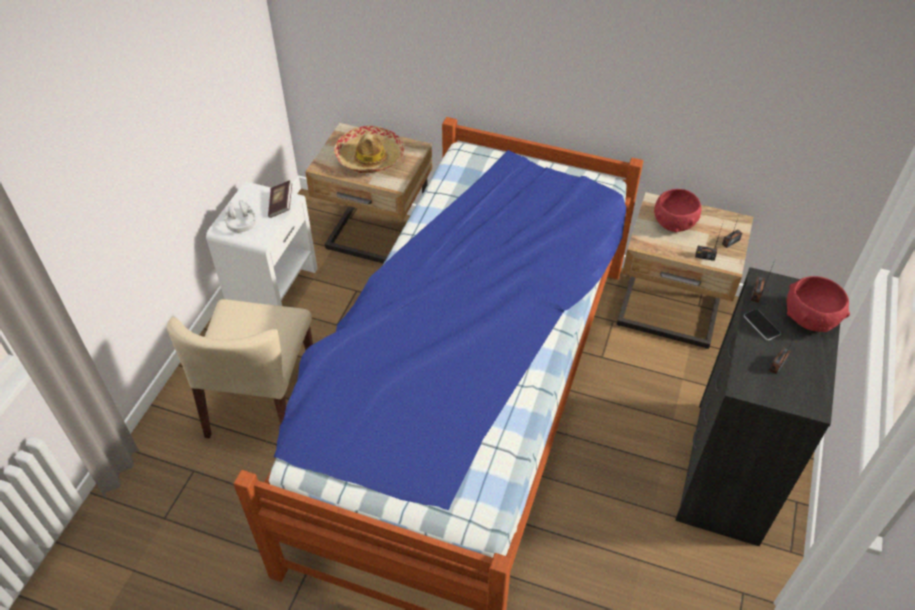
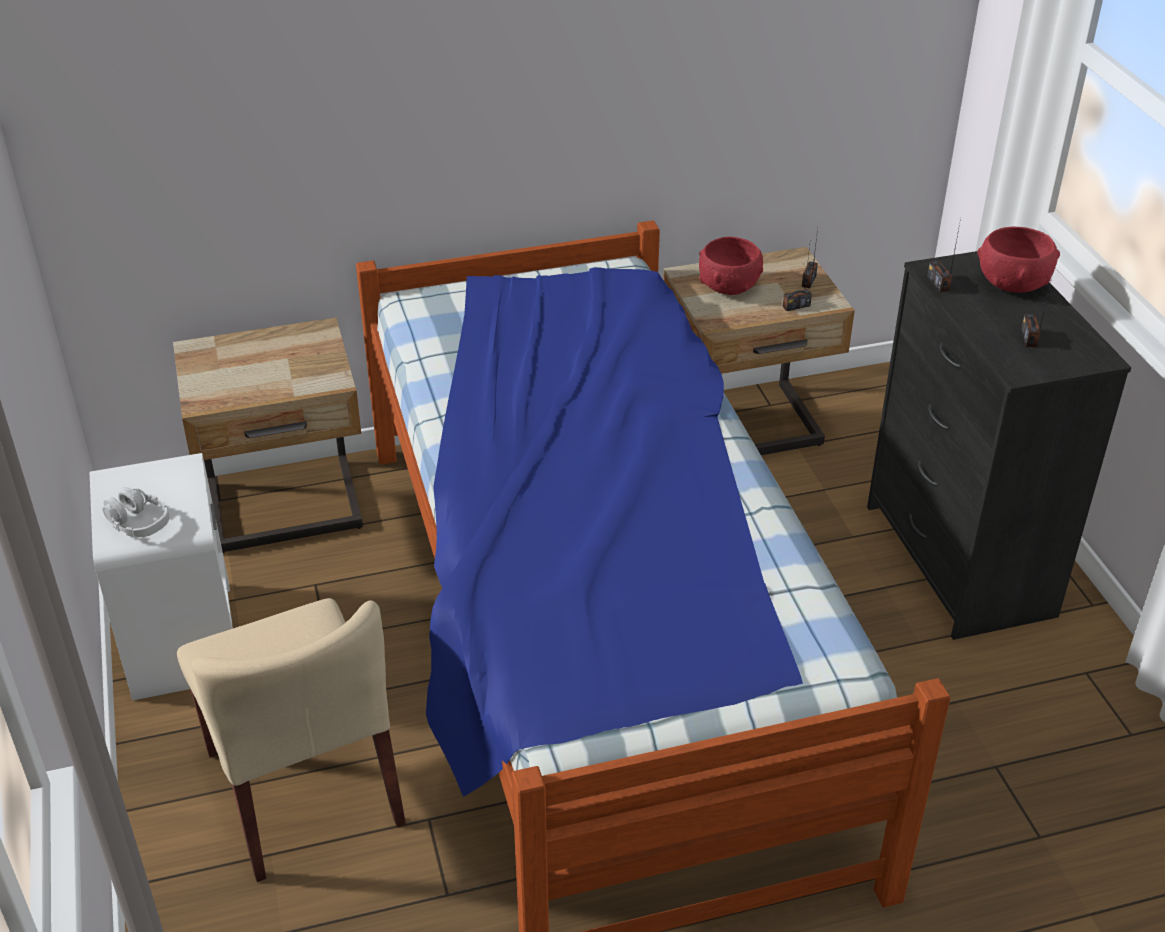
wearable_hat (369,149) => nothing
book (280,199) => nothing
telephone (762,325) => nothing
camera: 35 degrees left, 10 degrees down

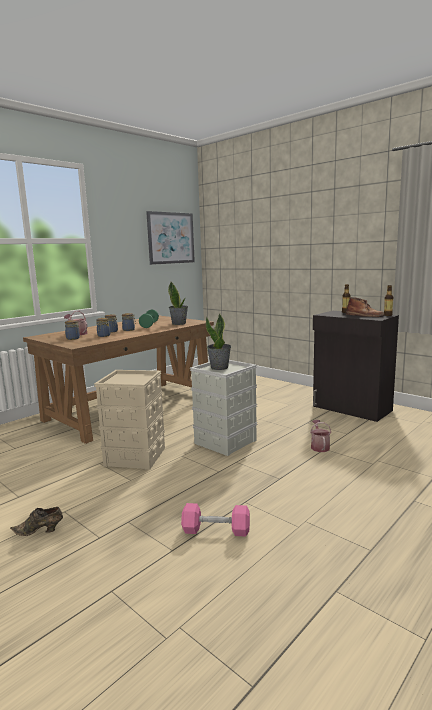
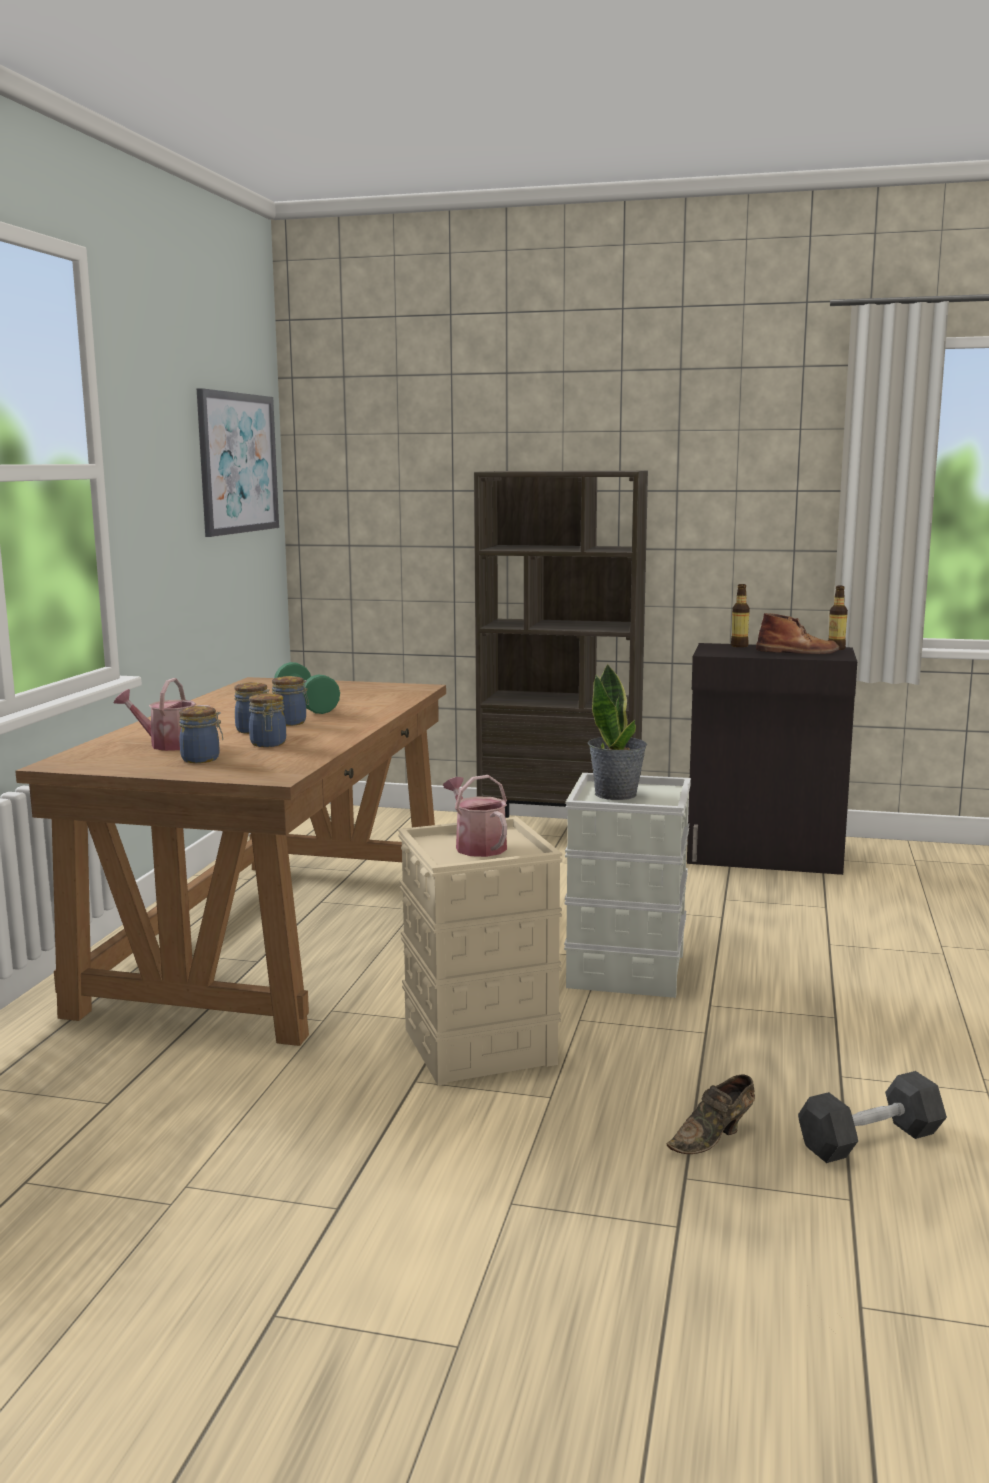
plant_in_a_pot (178,303) => nothing
sprinkling_can (320,436) => sprinkling_can (475,816), relocated
pinkish_dumbbell (215,520) => blackish_dumbbell (872,1117)
brown_shoe (36,521) => brown_shoe (710,1114), relocated
nothing => brown_shelving_unit (561,644)
camera: 30 degrees left, 0 degrees up

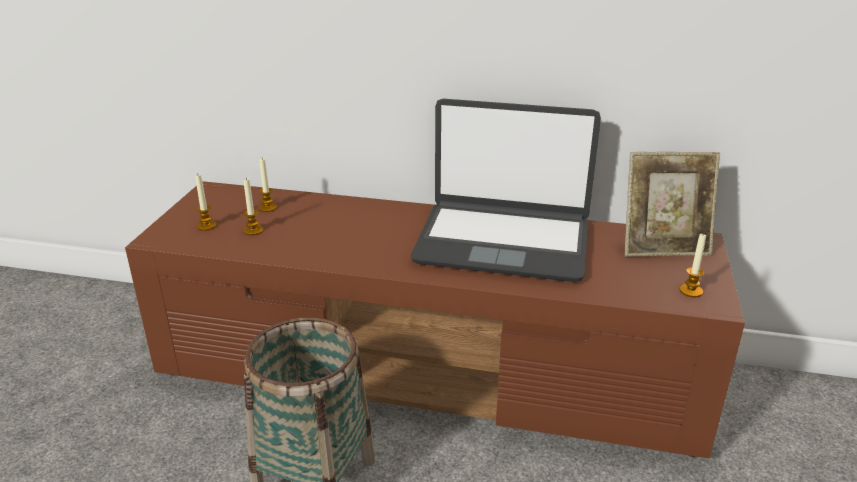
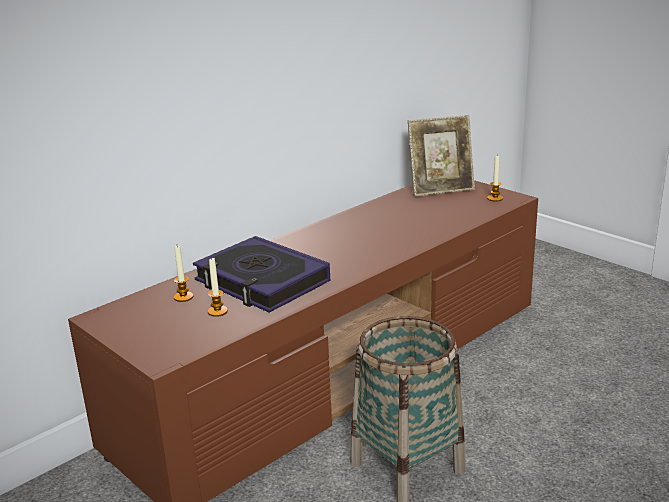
laptop (506,190) => nothing
picture_frame (672,204) => picture_frame (441,156), 45 degrees clockwise
wax_light (206,203) => nothing
nothing => book (261,274)
camera: 55 degrees left, 5 degrees down

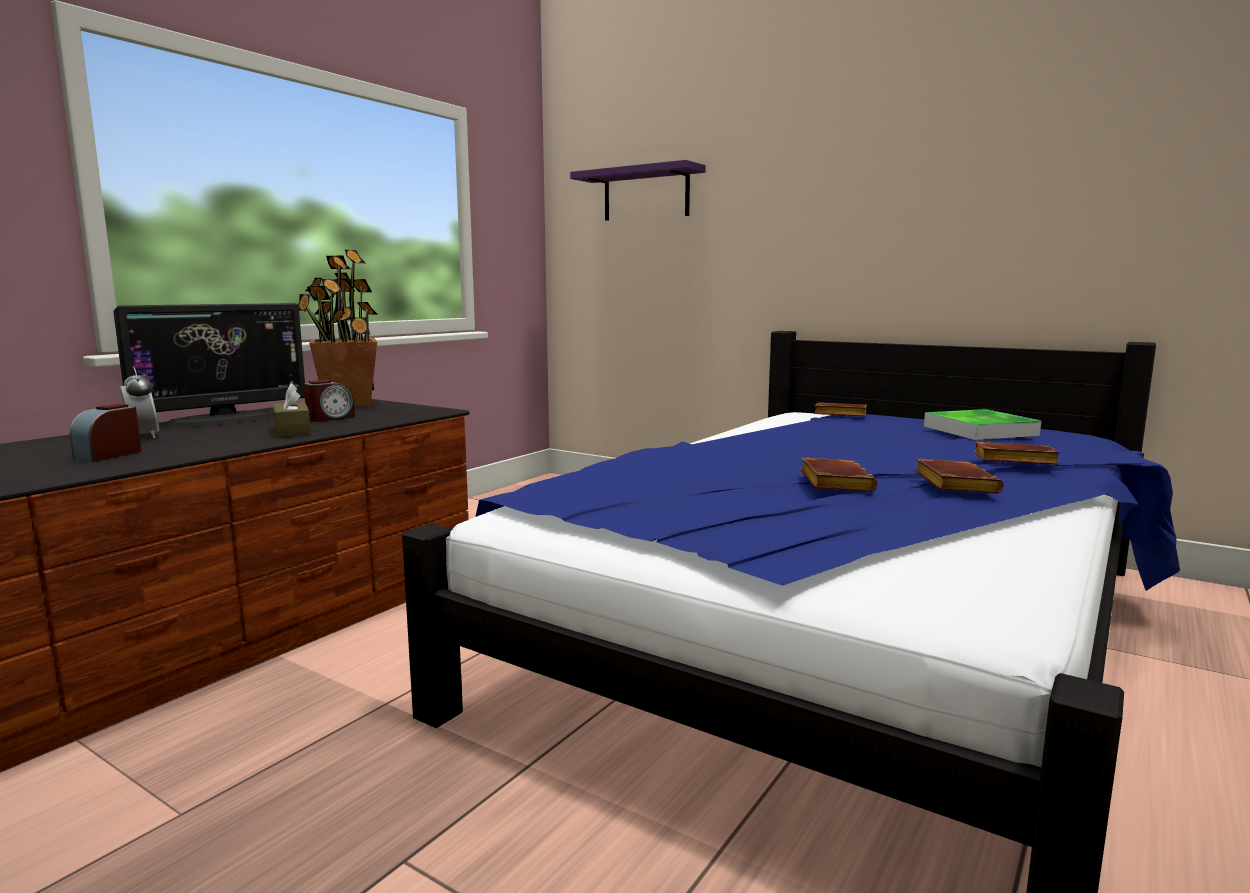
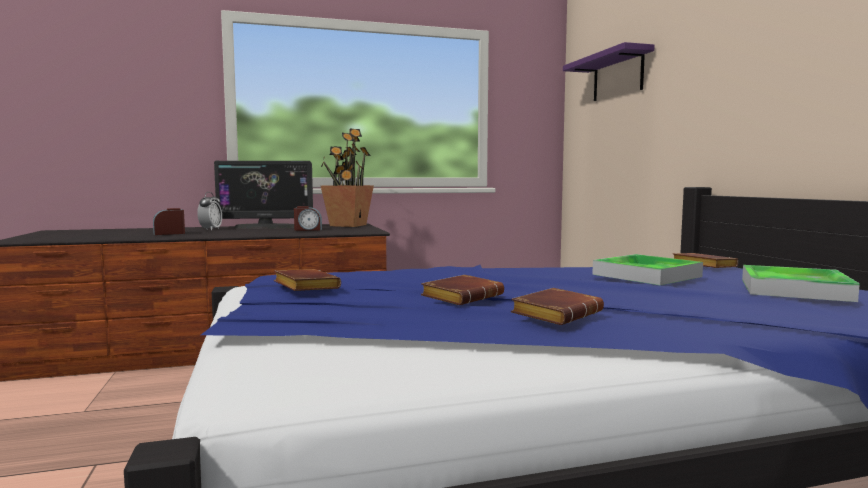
brown_box_of_tissues (292,410) => nothing
brown_book (1017,453) => brown_book (307,280), relocated
nothing => tray (647,269)
camera: 40 degrees right, 5 degrees down

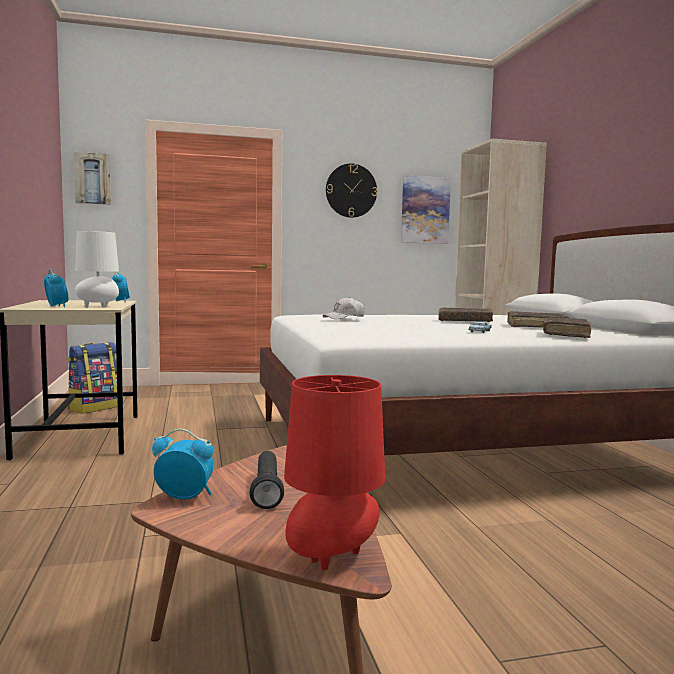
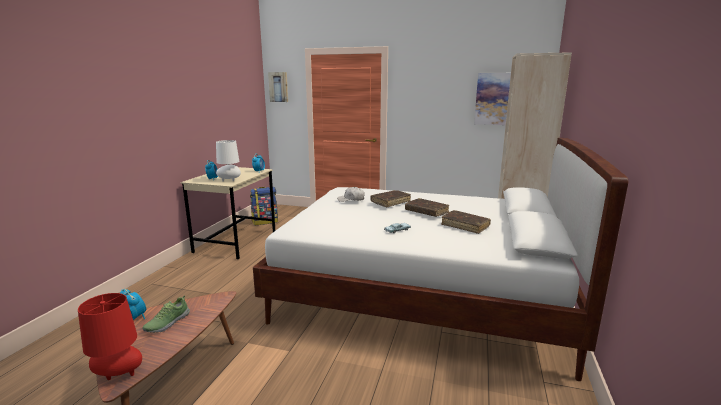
wall_clock (351,190) => nothing
brown_book (567,327) => brown_book (390,198), relocated
blackish_flashlight (267,480) => shoe (166,314)
camera: 30 degrees right, 10 degrees up

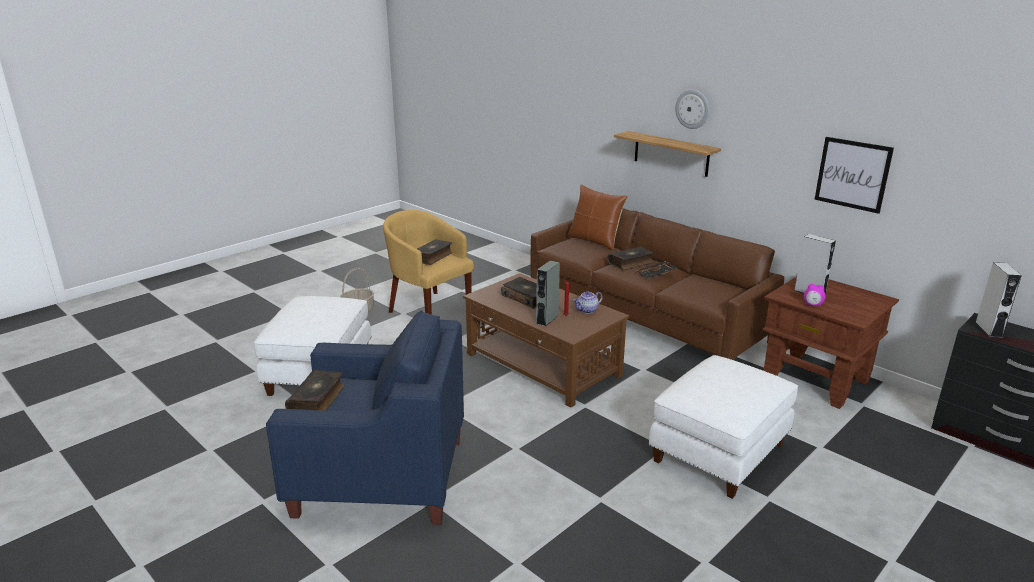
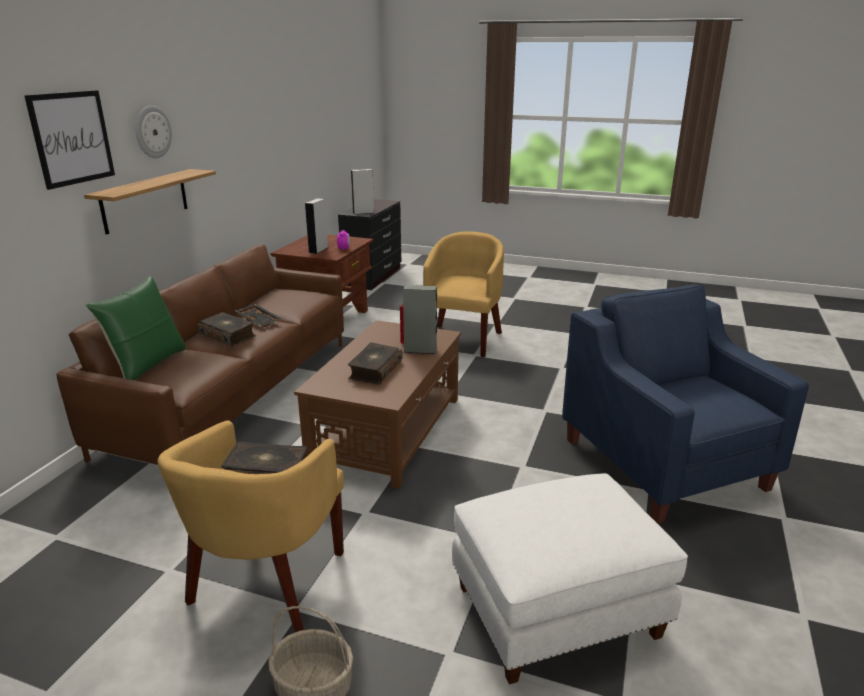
wall_picture (854,175) => wall_picture (69,140), relocated
brown_throw_pillow (598,217) => green_throw_pillow (136,328)
tea_pot (587,302) => nothing
white_pouffe (723,427) => yellow-coloured_lounge_chair (463,294)
book (315,390) => nothing
camera: 115 degrees left, 0 degrees up

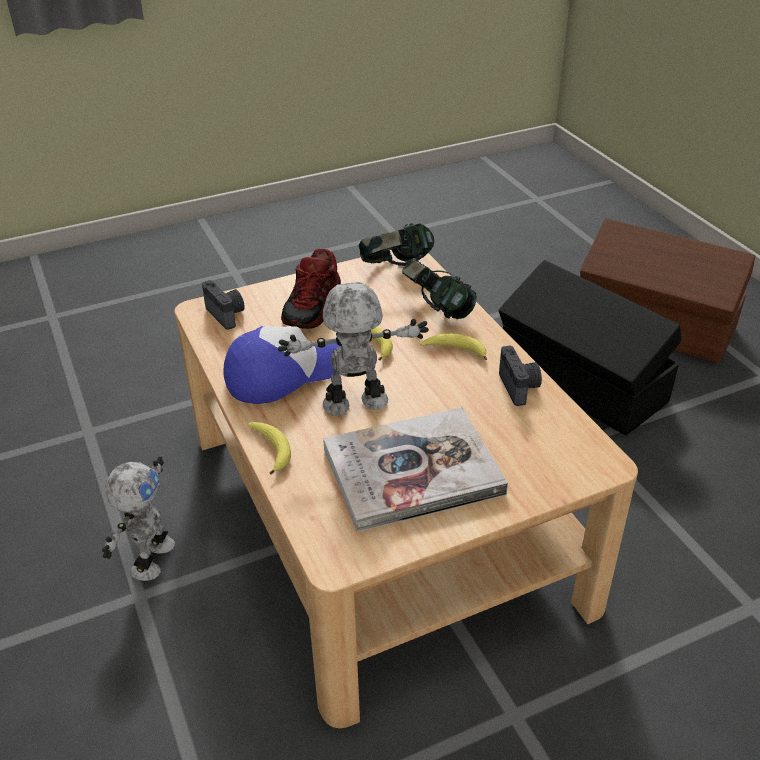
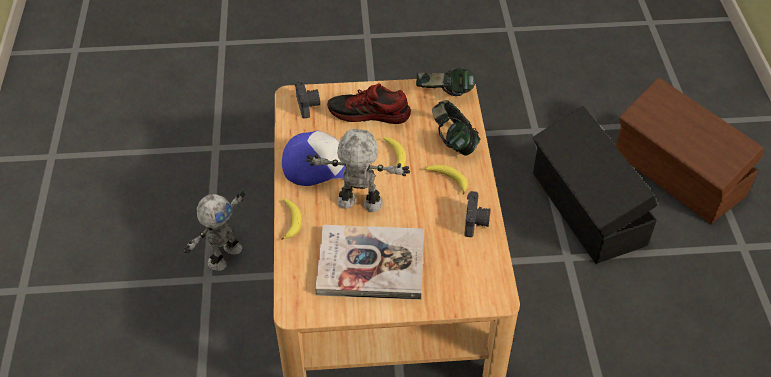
shoe (311,289) => shoe (369,104), 60 degrees clockwise
camera: 20 degrees right, 10 degrees up

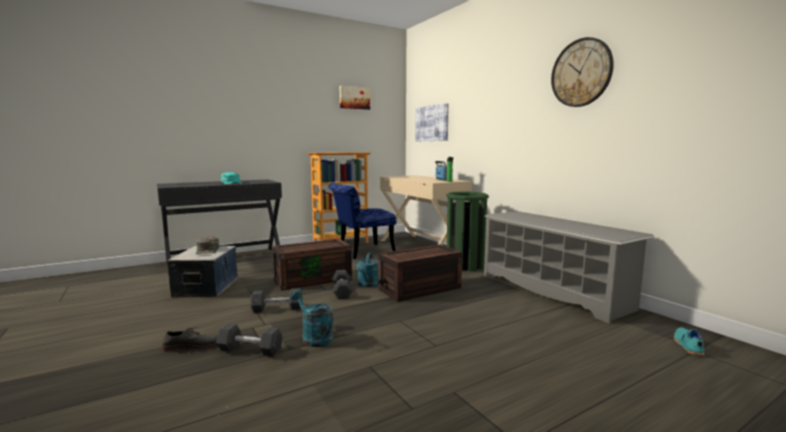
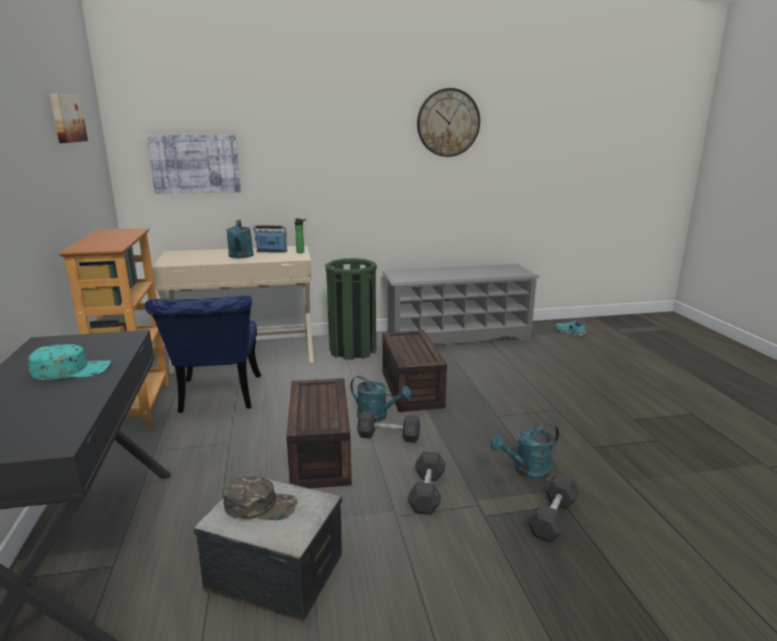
grey_shoe (190,339) => nothing
nothing => blue-green_sprinkling_can (240,239)
camera: 70 degrees left, 10 degrees up

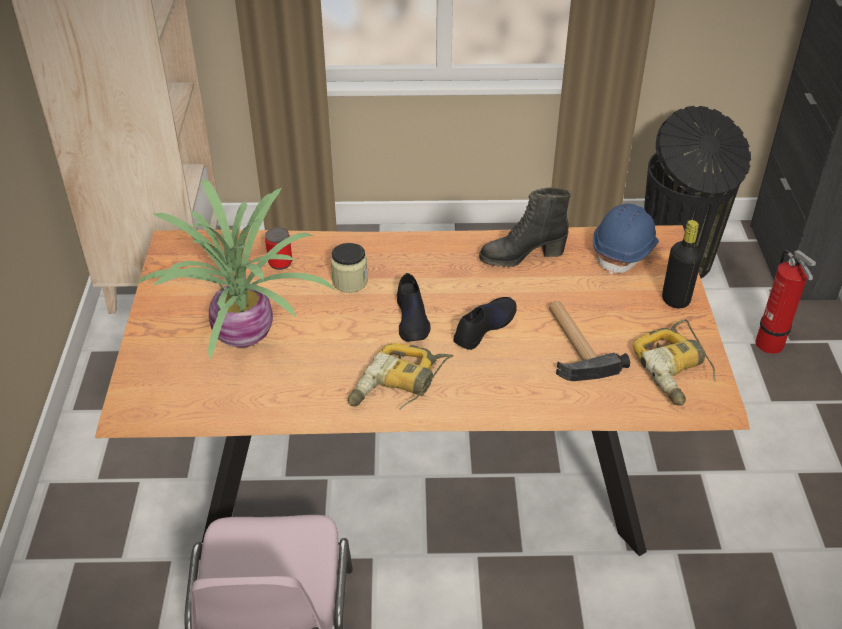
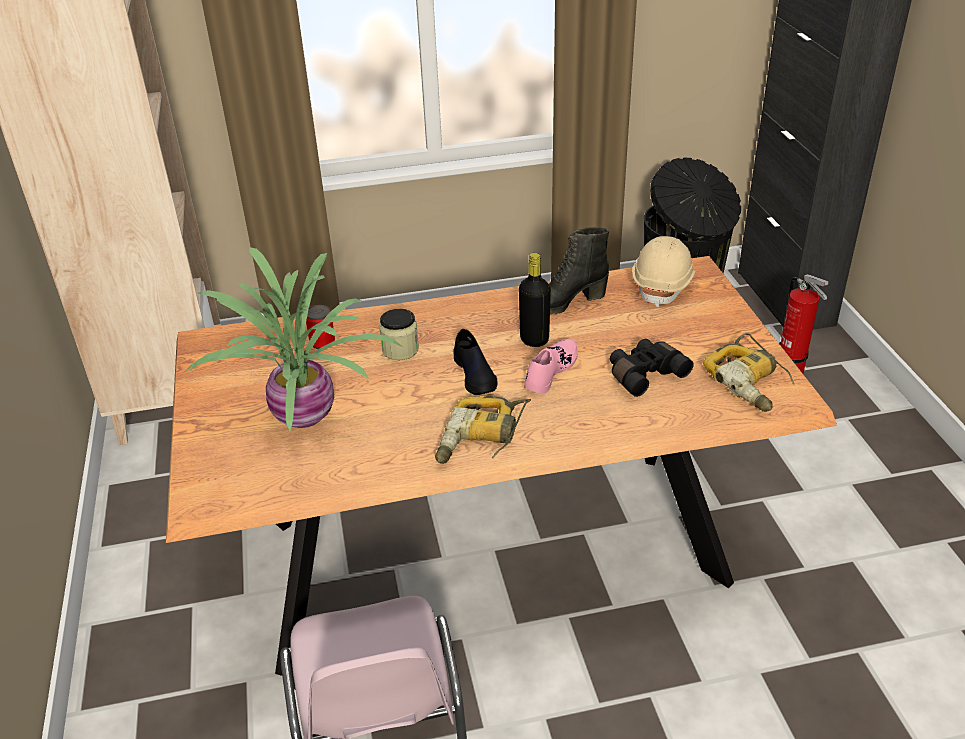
blue-coloured_work_helmet (626,239) => beige_work_helmet (663,271)
blackish_bottle (682,264) => blackish_bottle (535,300), relocated
blackish_shoe (485,323) => pinkish_shoe (551,366)
hand_hammer (589,341) => blackish_field_glasses (652,368)
camera: 10 degrees left, 5 degrees down

